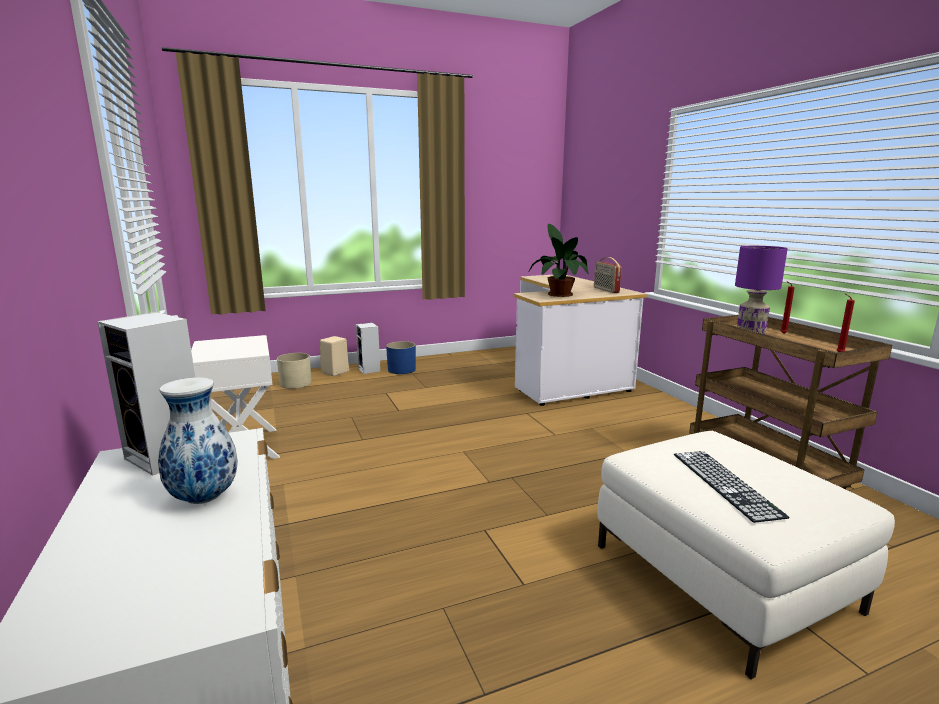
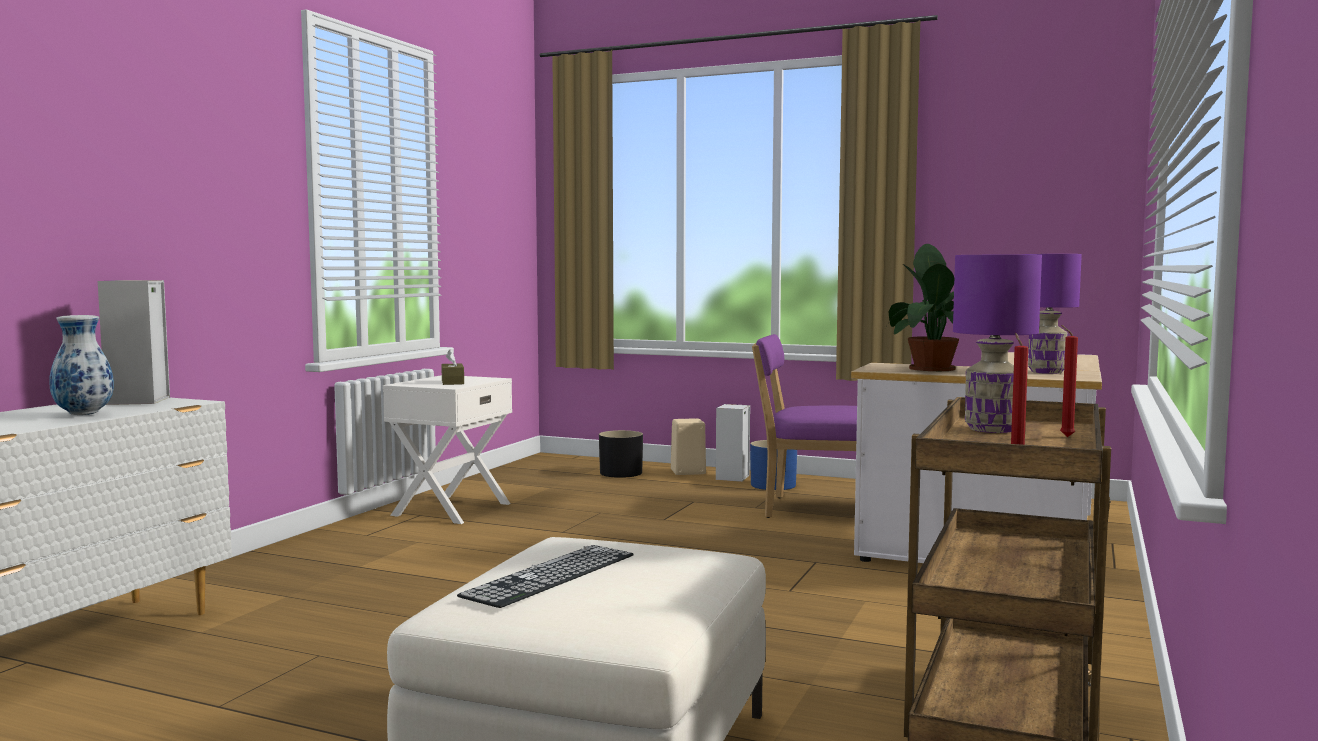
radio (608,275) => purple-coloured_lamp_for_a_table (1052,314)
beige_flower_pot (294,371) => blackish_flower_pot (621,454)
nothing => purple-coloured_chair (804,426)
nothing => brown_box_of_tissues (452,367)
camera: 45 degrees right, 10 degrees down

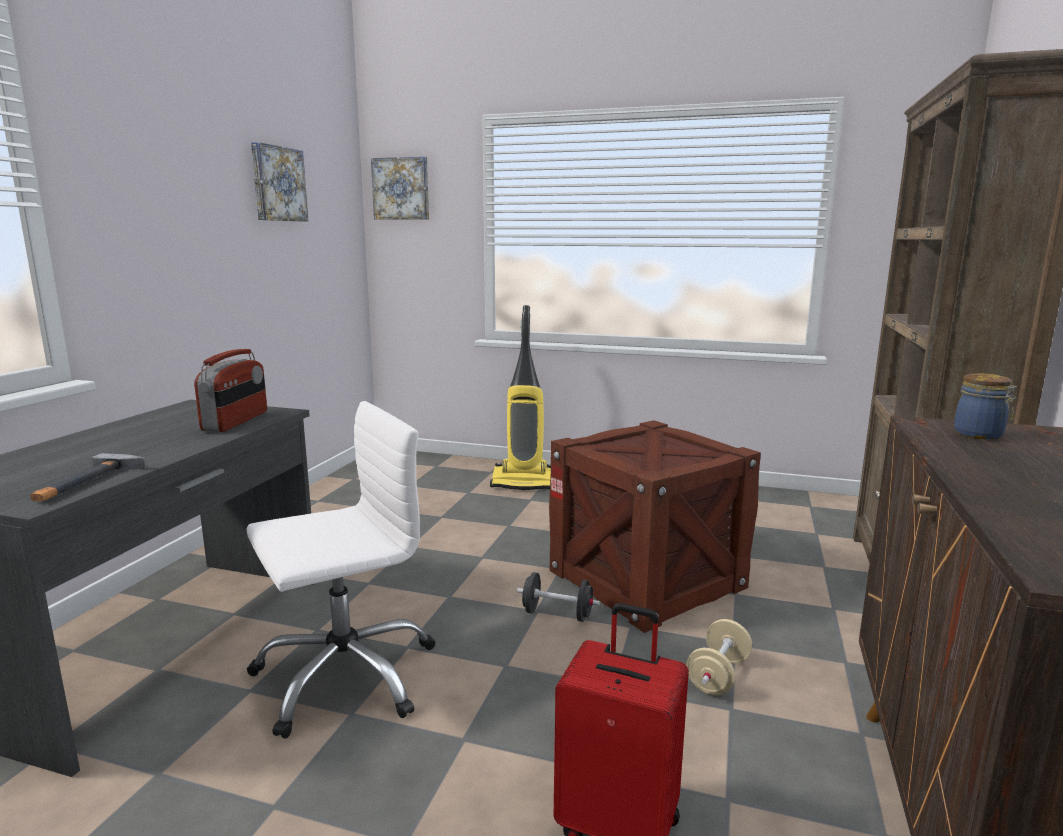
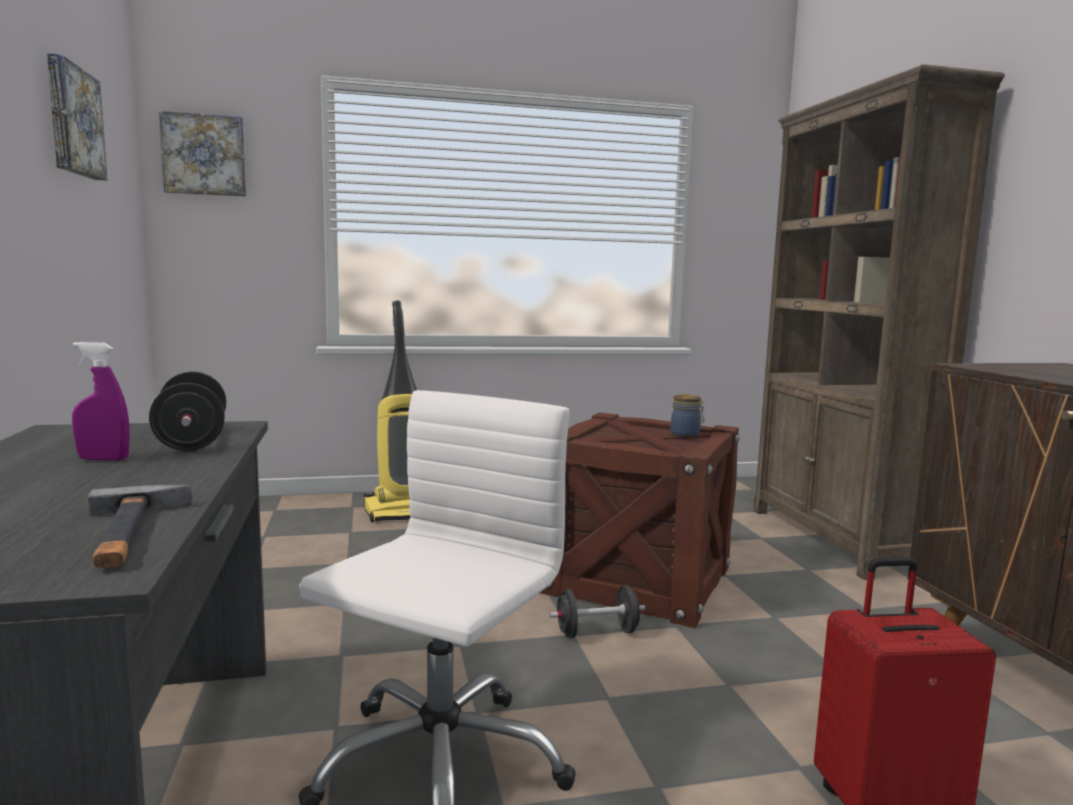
radio (230,390) => blackish_dumbbell (187,411)
storage_jar (985,406) => storage_jar (687,415), relocated
beige_dumbbell (719,657) => nothing
nothing => purple-coloured_spray_bottle (101,401)
camera: 30 degrees left, 5 degrees down

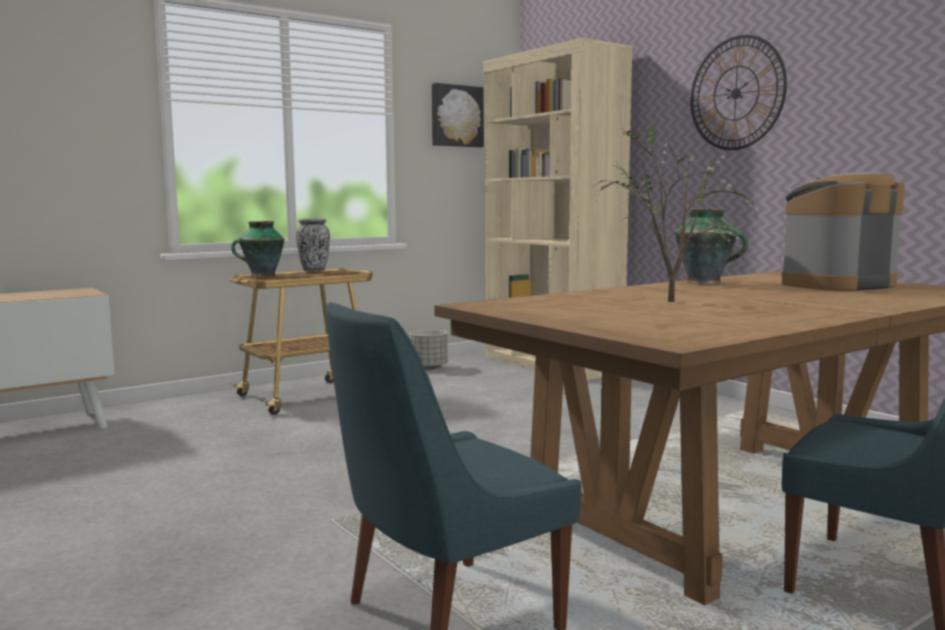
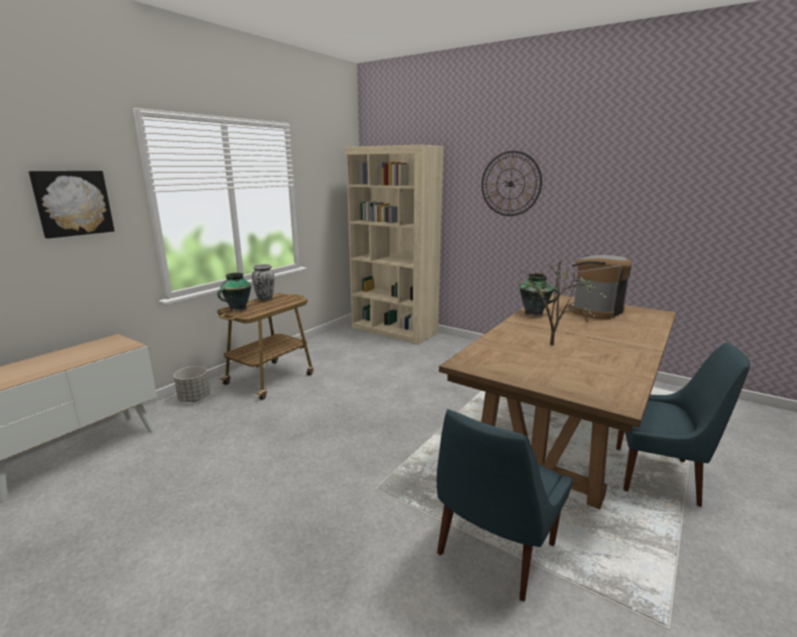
wall_picture (458,115) => wall_picture (71,204), relocated
grey_flower_pot (428,349) => grey_flower_pot (192,384), relocated
camera: 20 degrees left, 10 degrees up

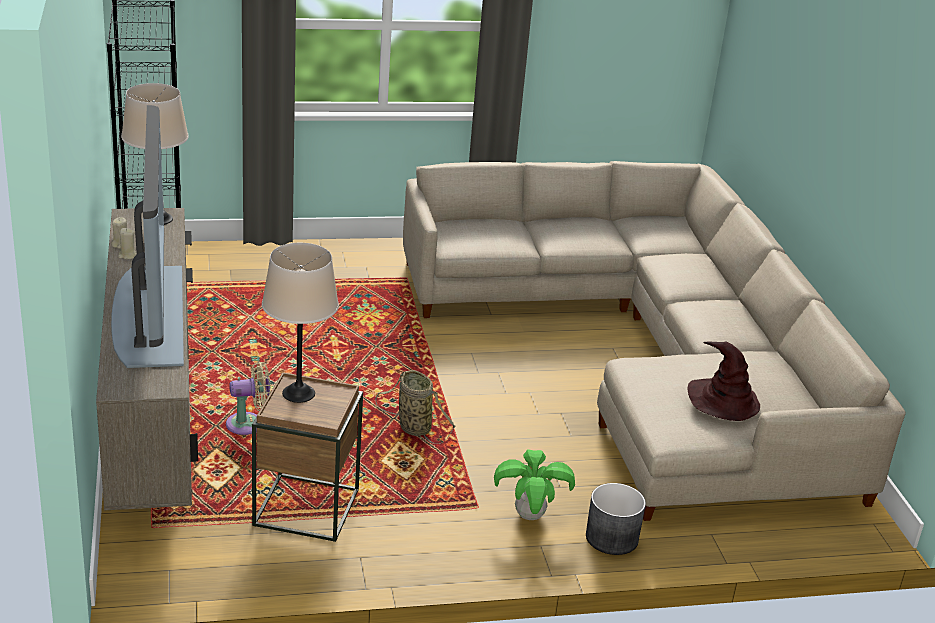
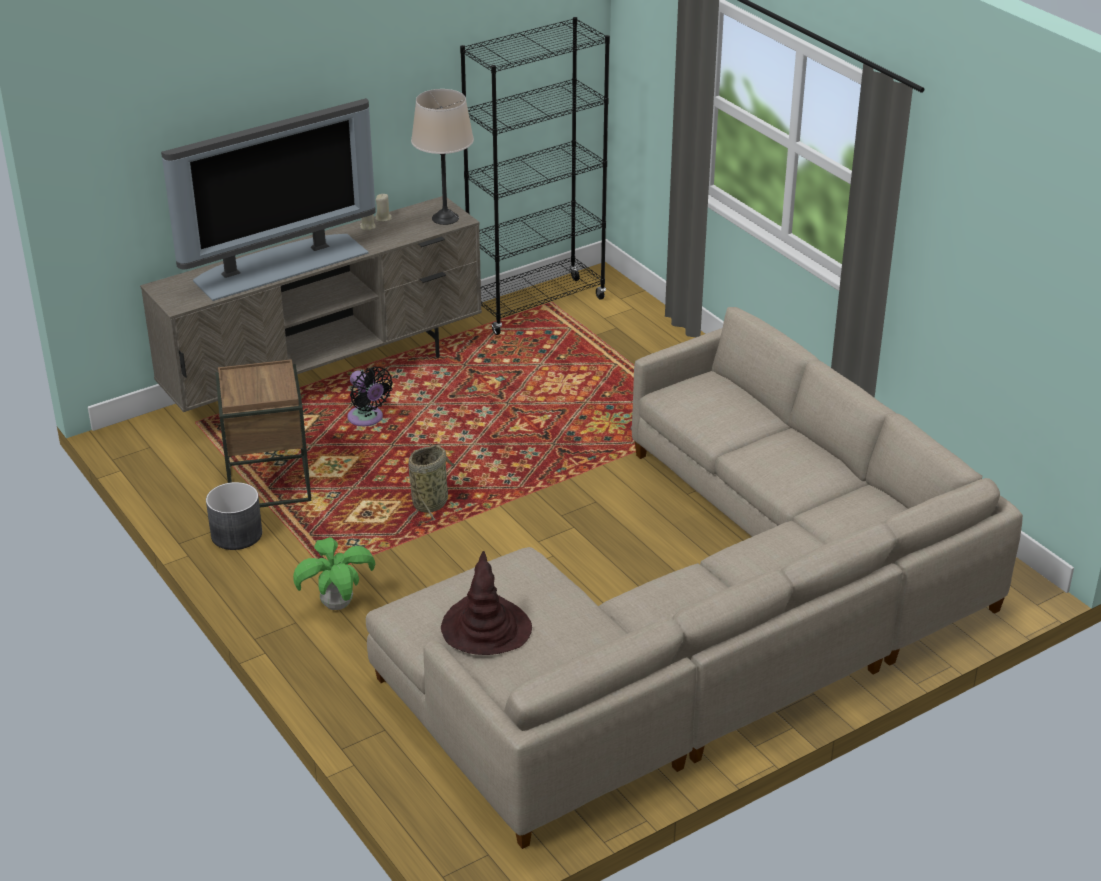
beige_lamp_for_a_table (300,323) => nothing
beige_cooling_fan (248,398) => blackish_cooling_fan (370,396)
grey_flower_pot (616,519) => grey_flower_pot (234,516), relocated
camera: 70 degrees right, 5 degrees up

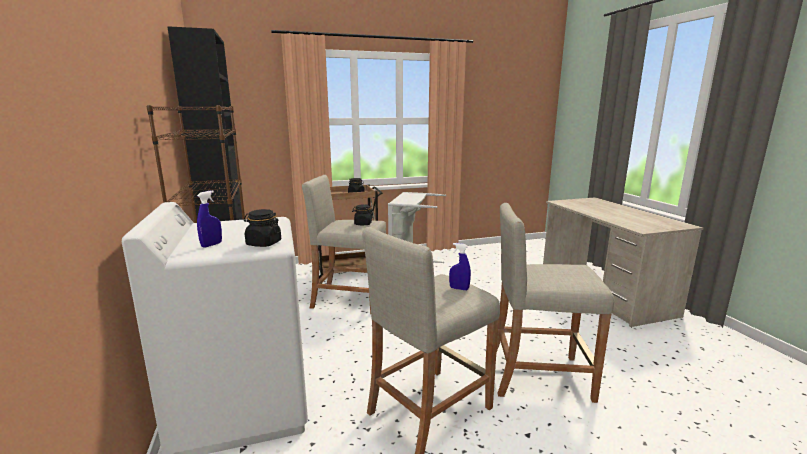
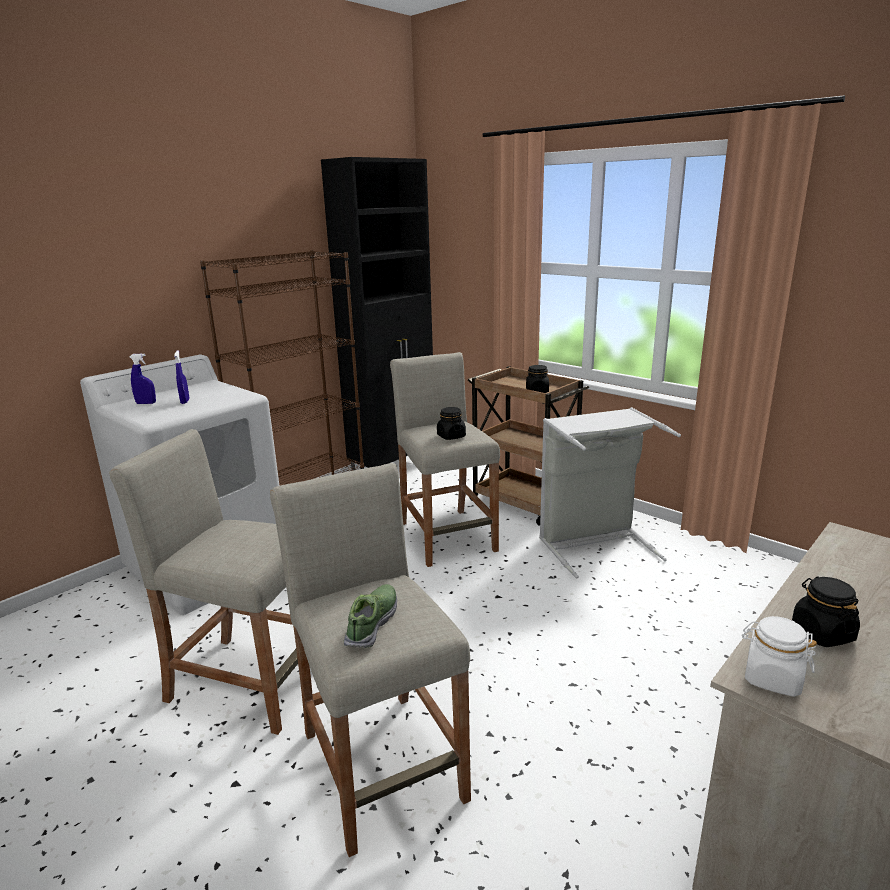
blackish_storage_jar (262,228) => blackish_storage_jar (826,611), relocated
blue-coloured_spray_bottle (460,266) => blue-coloured_spray_bottle (181,377), relocated
nothing => shoe (370,616)
nothing => white_storage_jar (779,656)
camera: 60 degrees right, 5 degrees up

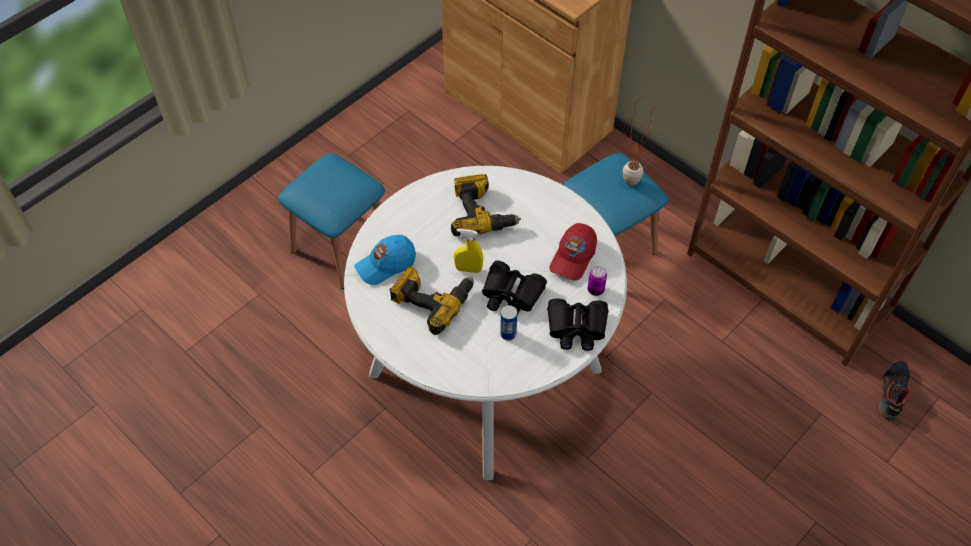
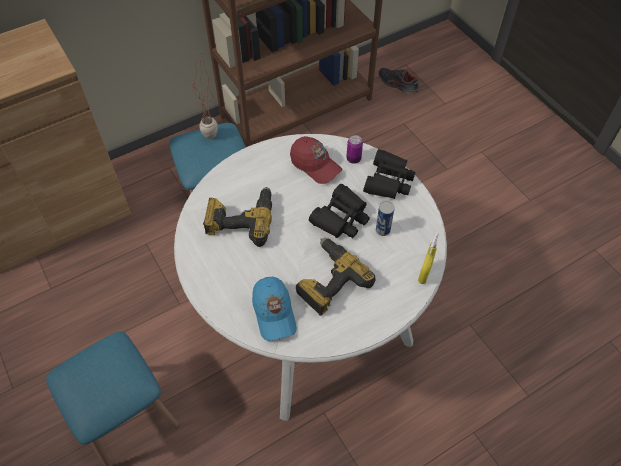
yellow-coloured_spray_bottle (468,251) => yellow-coloured_spray_bottle (428,258), relocated
camera: 75 degrees left, 0 degrees up

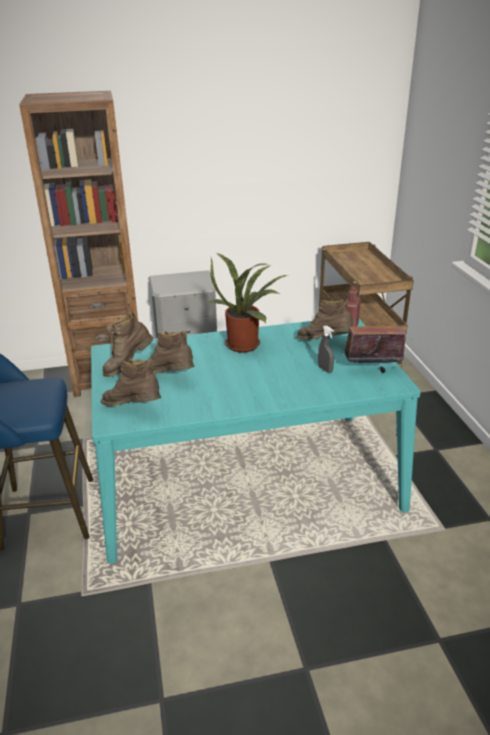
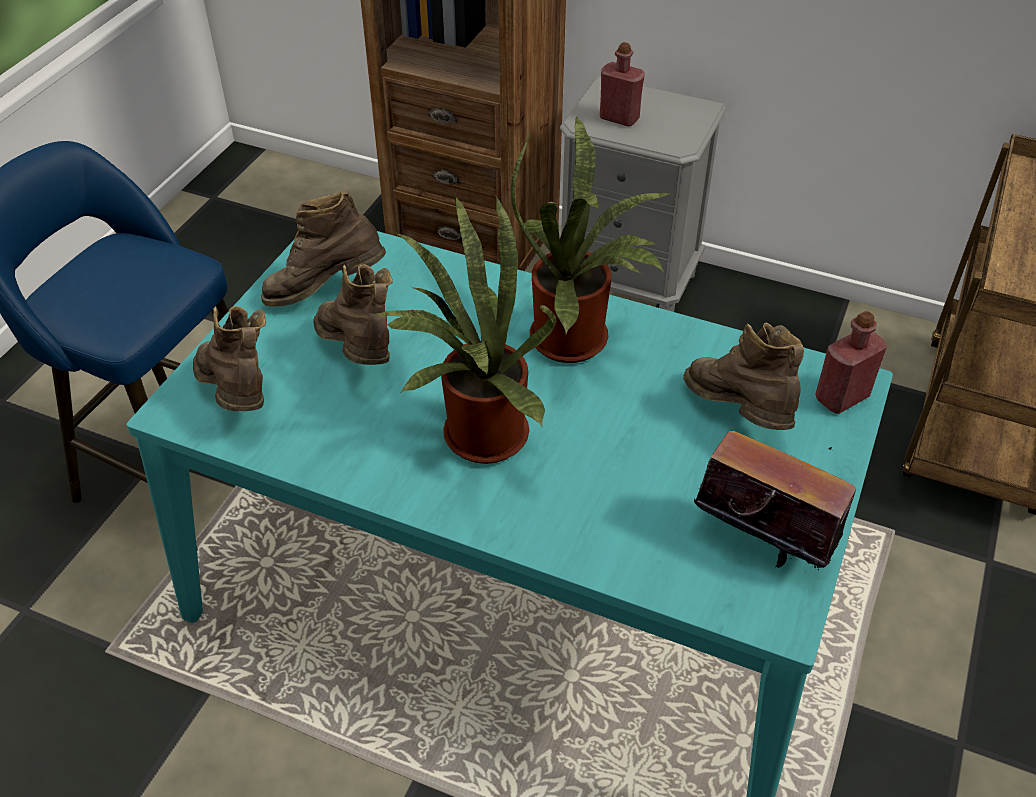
grey_spray_bottle (326,349) => nothing
nothing => reddish_bottle (622,84)
nothing => plant_in_a_pot (464,329)
camera: 35 degrees right, 15 degrees up

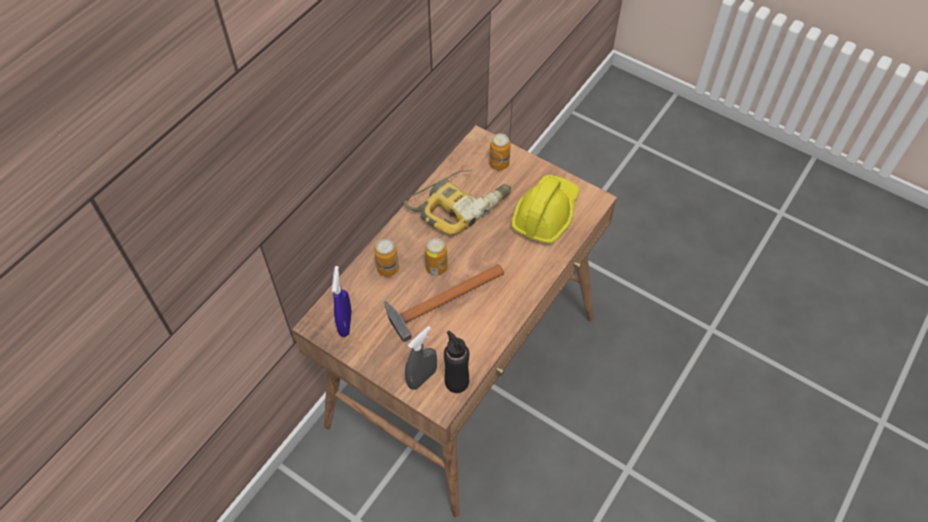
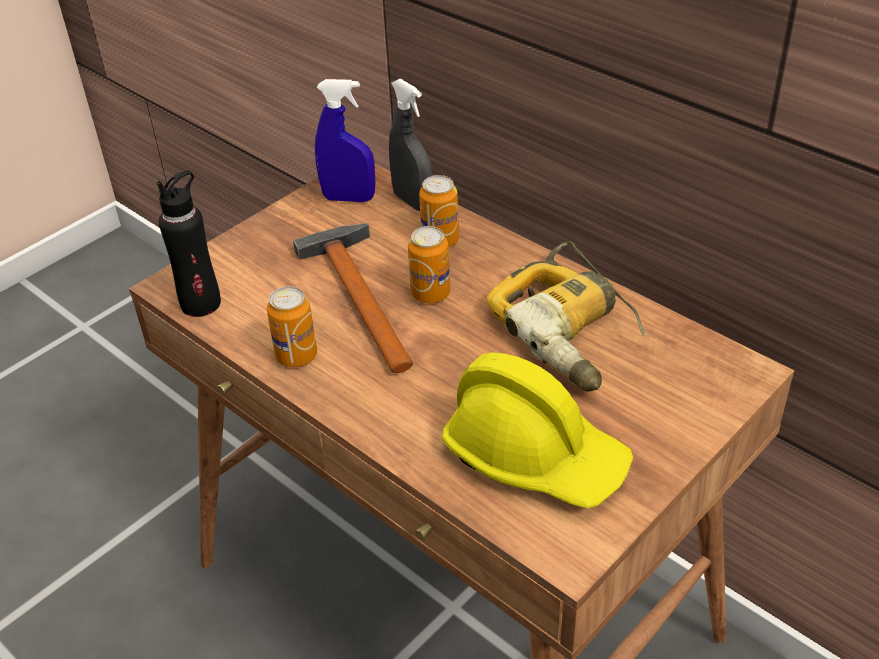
sealed_can (500,151) => sealed_can (292,326), relocated
grey_spray_bottle (421,358) => grey_spray_bottle (410,144), relocated
camera: 100 degrees right, 15 degrees down

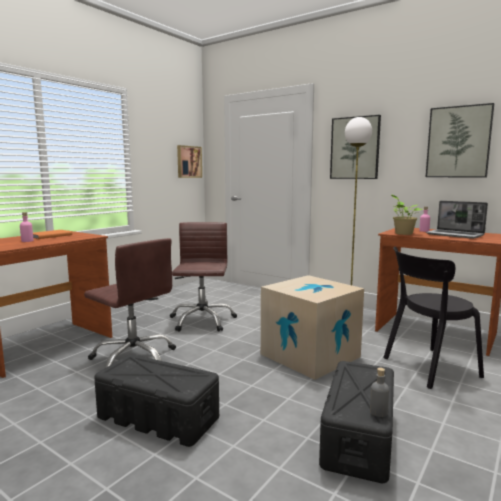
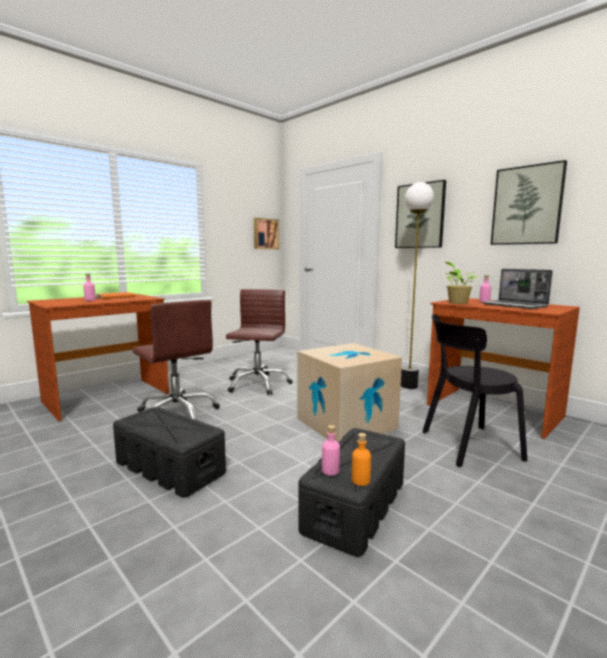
grey_bottle (379,392) => orange_bottle (361,459)
nothing => pinkish_bottle (331,450)
camera: 10 degrees right, 0 degrees up

